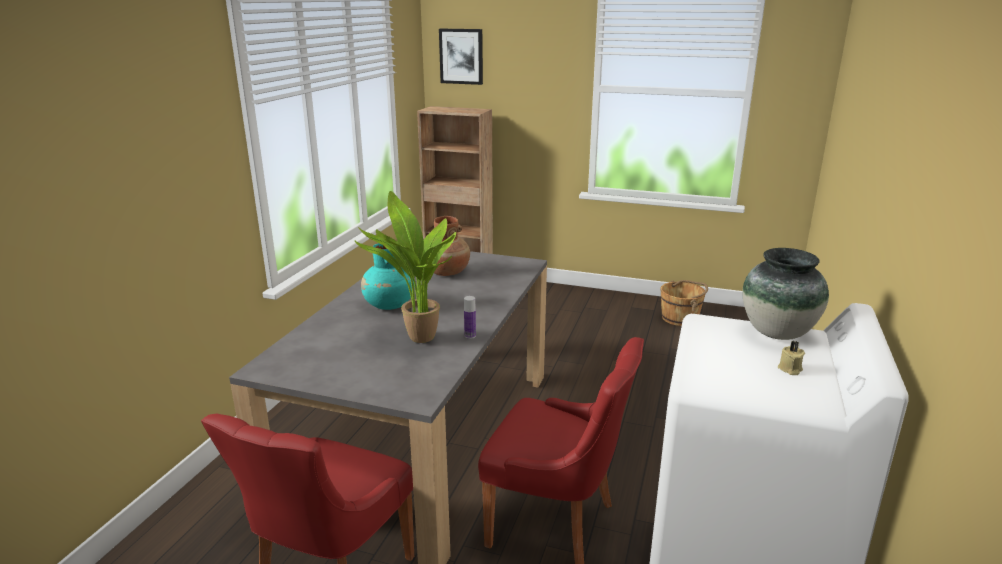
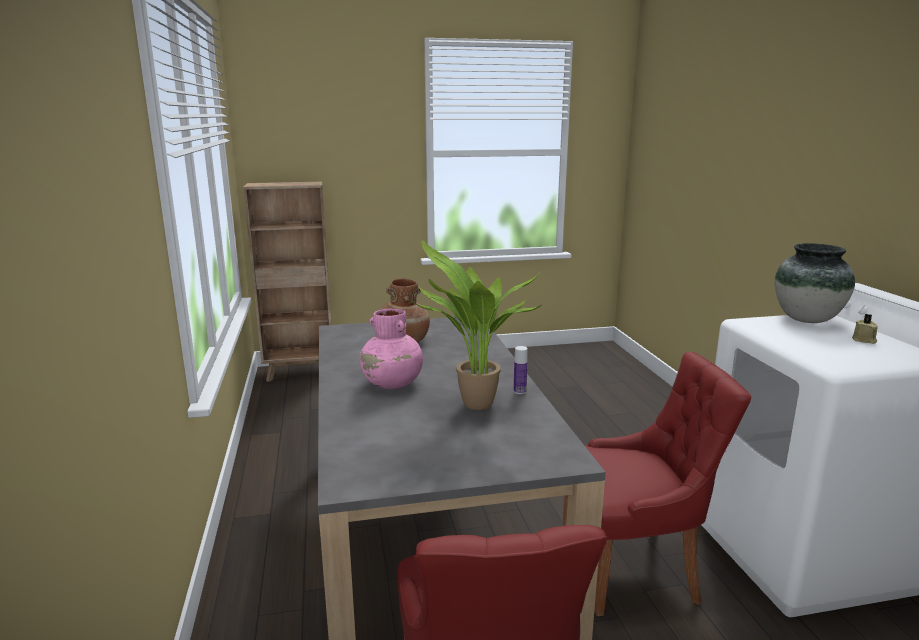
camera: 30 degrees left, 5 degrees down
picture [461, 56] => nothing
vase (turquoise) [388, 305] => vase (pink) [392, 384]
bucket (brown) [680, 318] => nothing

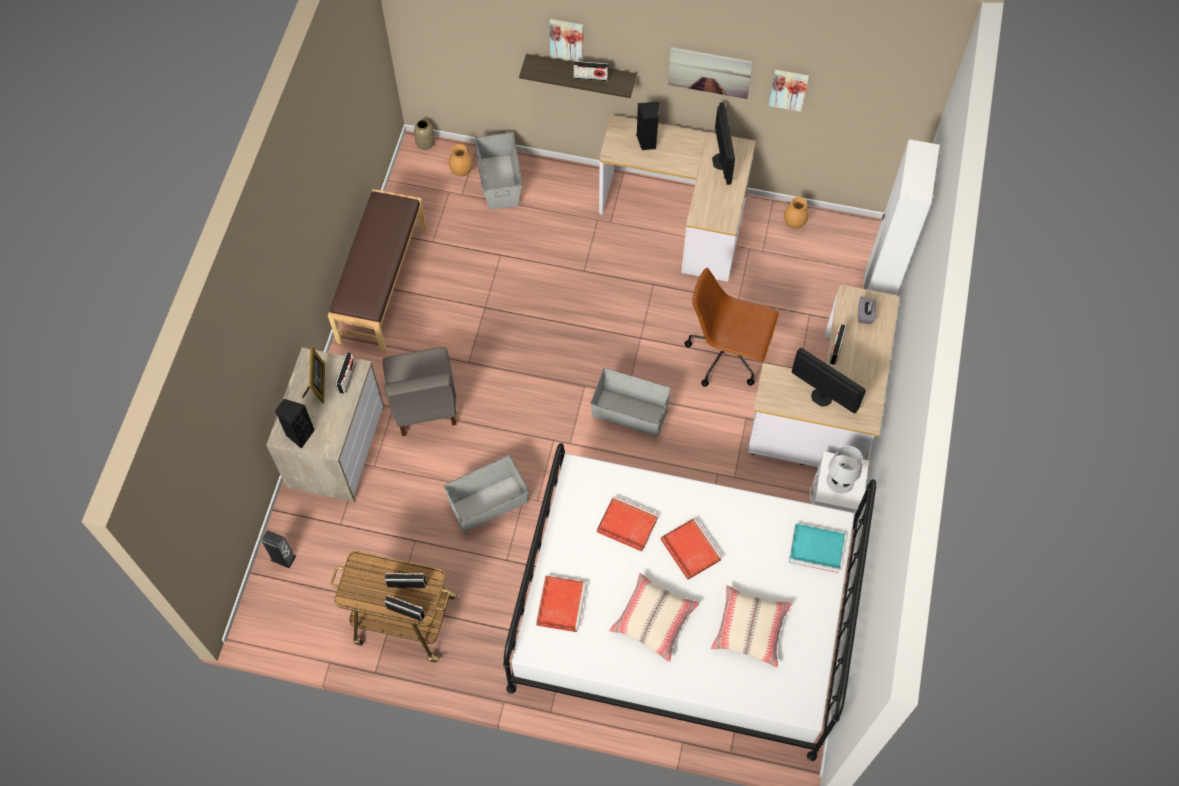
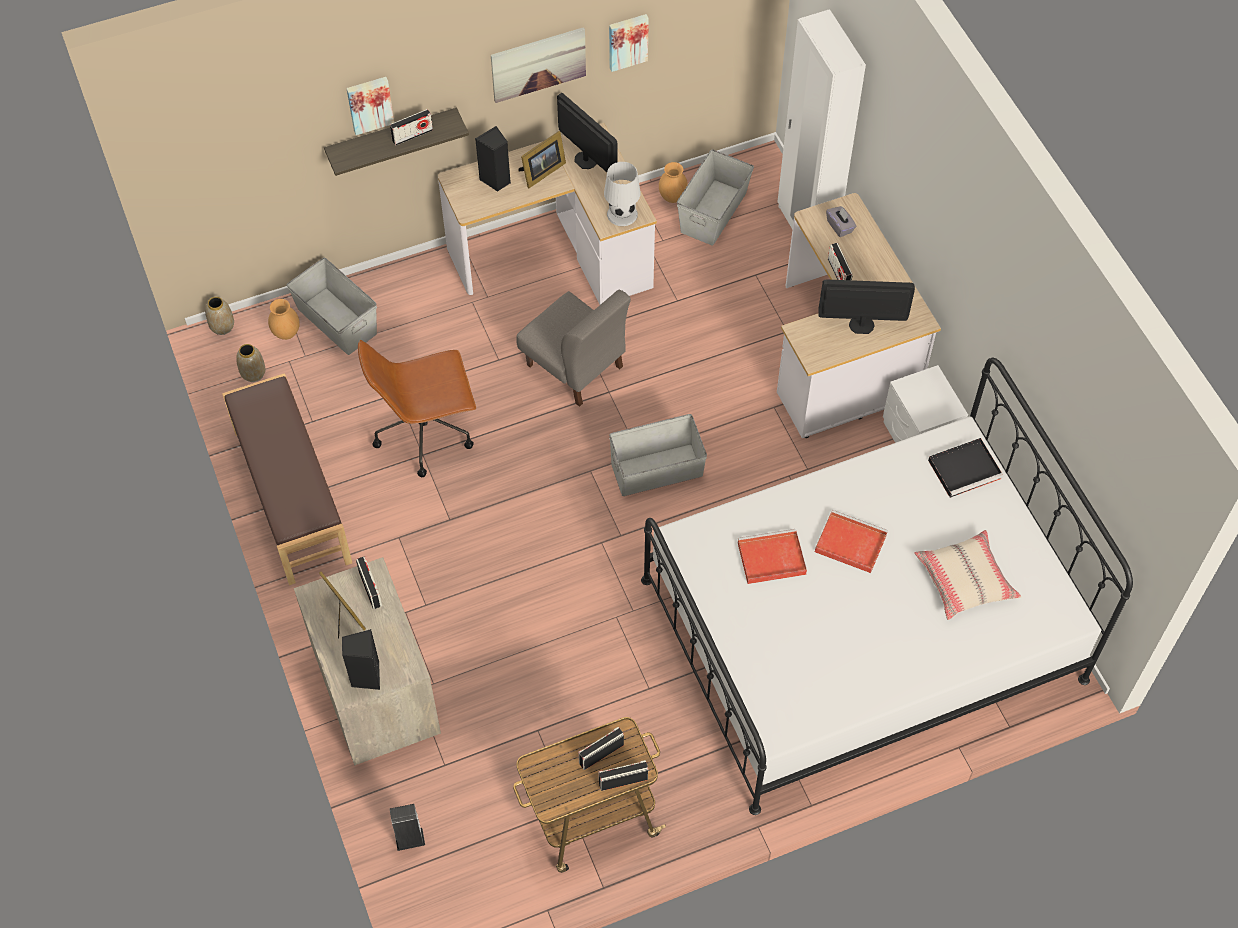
camera: 35 degrees left, 5 degrees down
office chair (brown) [727, 355] => office chair (brown) [426, 432], move
chair (grey) [424, 404] => chair (grey) [575, 366], move
table lamp (white) [840, 480] => table lamp (white) [622, 214], move
storage box (grey) [488, 503] => storage box (grey) [713, 212], move
tray (turquoise) [817, 549] => tray (black) [965, 468]
pillow (beige) [654, 620] => nothing
tray (red) [560, 603] => nothing
nothing => picture frame [541, 172]
nothing => vase [253, 373]

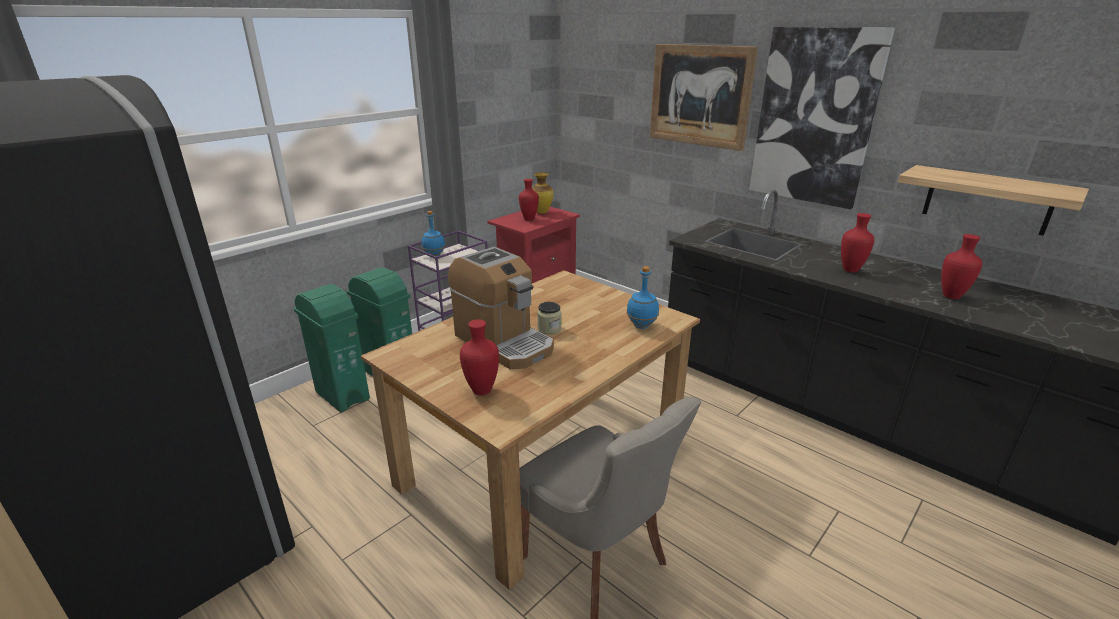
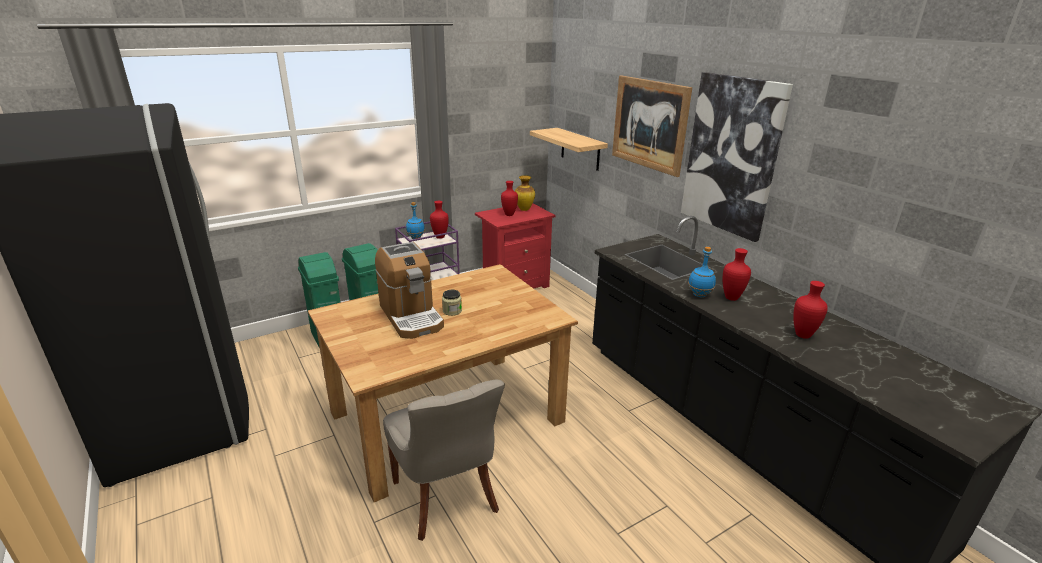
camera: 15 degrees right, 0 degrees up
shelf [987, 200] => shelf [580, 149], move
bottle (blue) [642, 326] => bottle (blue) [700, 295], move
vase (red) [481, 391] => vase (red) [439, 237], move

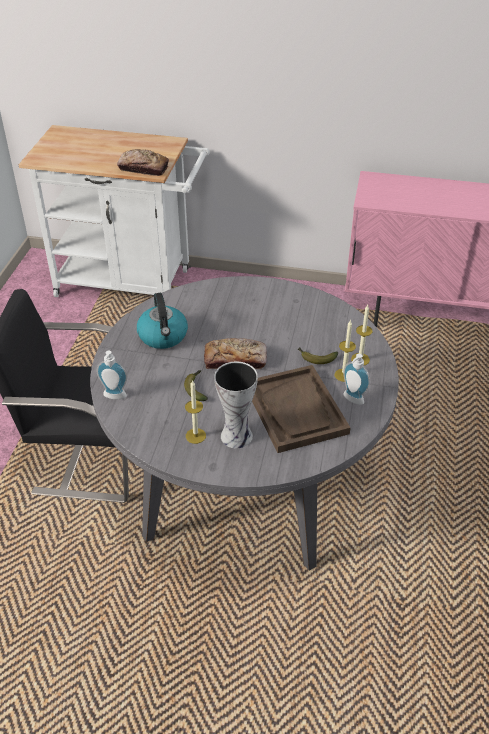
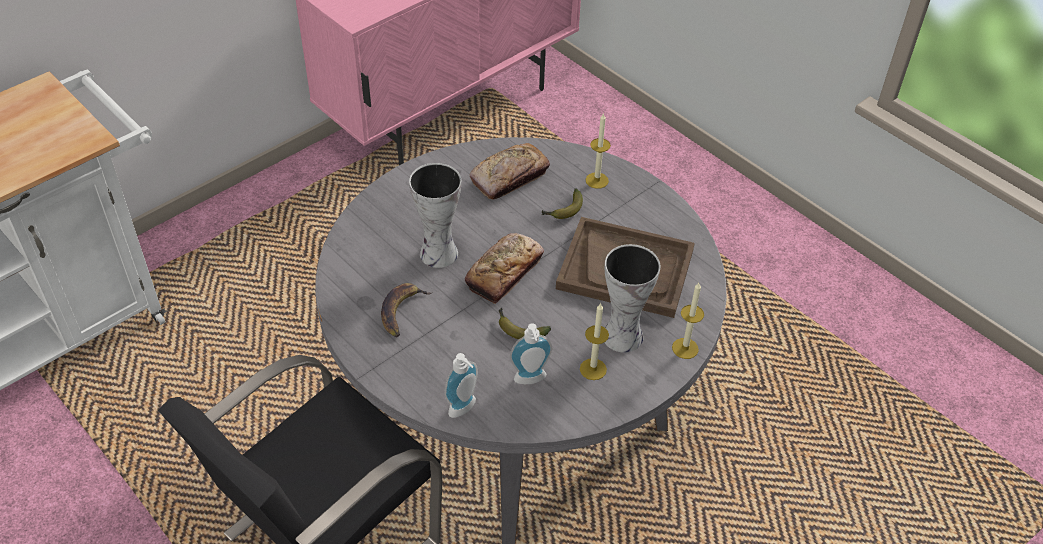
camera: 55 degrees left, 5 degrees up
bread [143, 168] => bread [509, 177], move
kettle [163, 336] => banana [401, 311]
candle [344, 375] => candle [685, 348], move
soap dispenser [352, 400] => soap dispenser [531, 380], move
nothing => vase [436, 253]

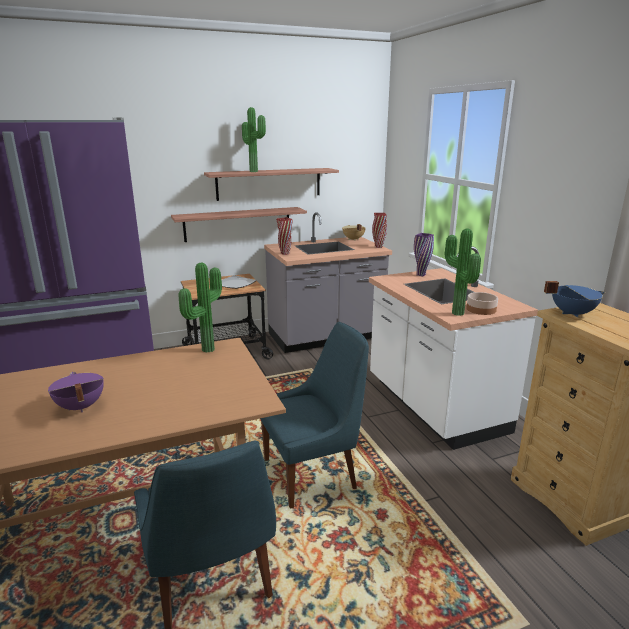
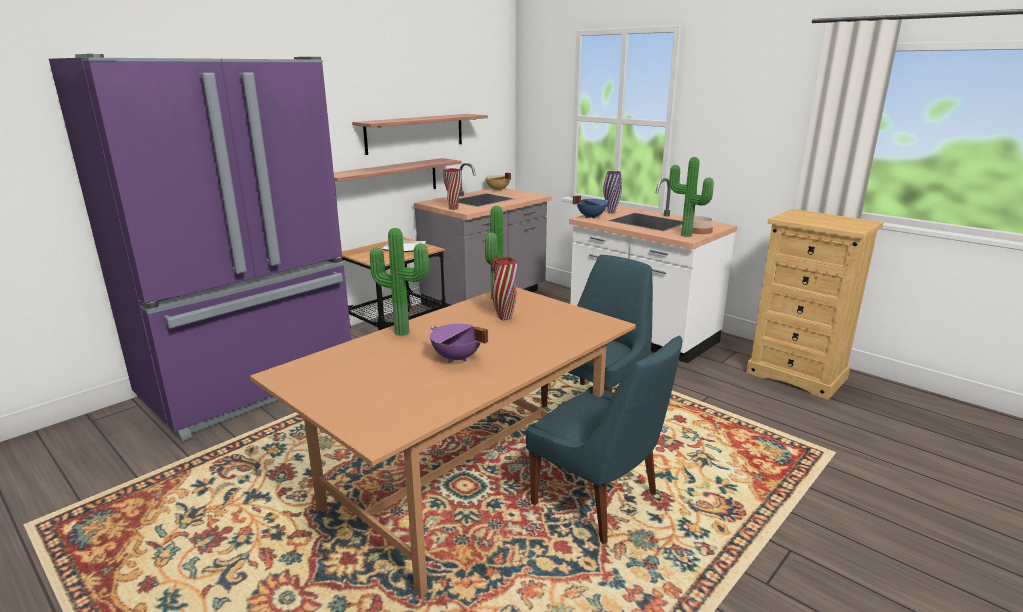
camera: 25 degrees left, 0 degrees up
potted plant [255, 171] => potted plant [403, 331], move
vase (red) [378, 247] => vase (red) [504, 318], move
cooking pot (blue) [571, 313] => cooking pot (blue) [590, 217], move

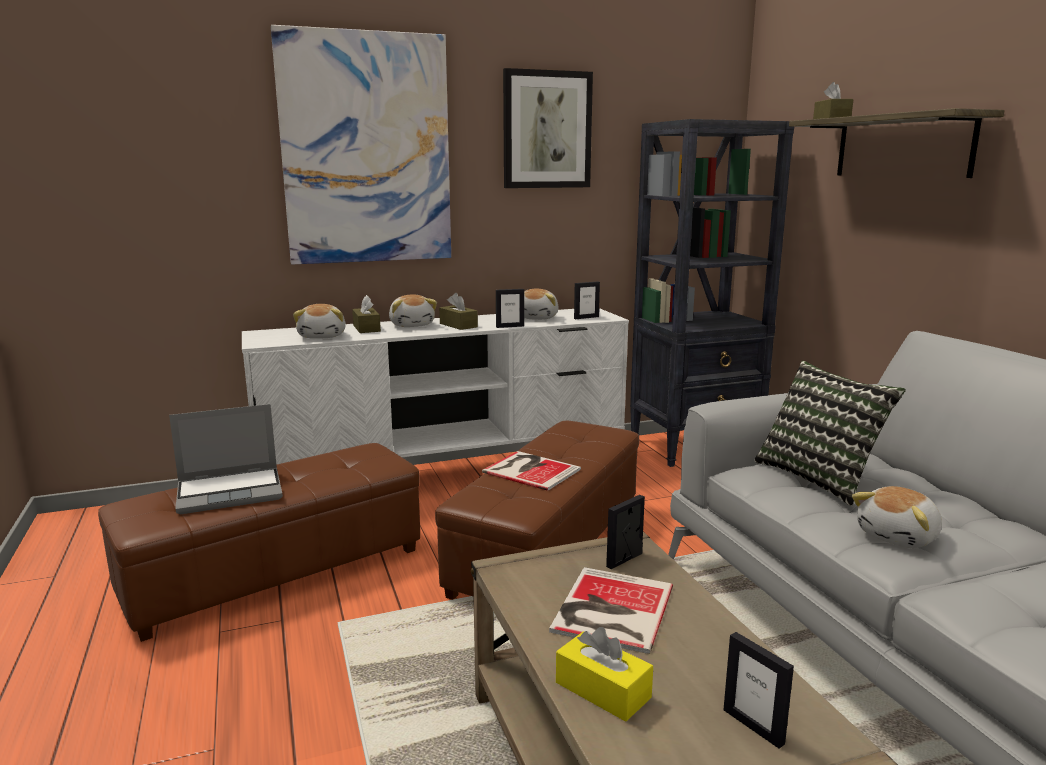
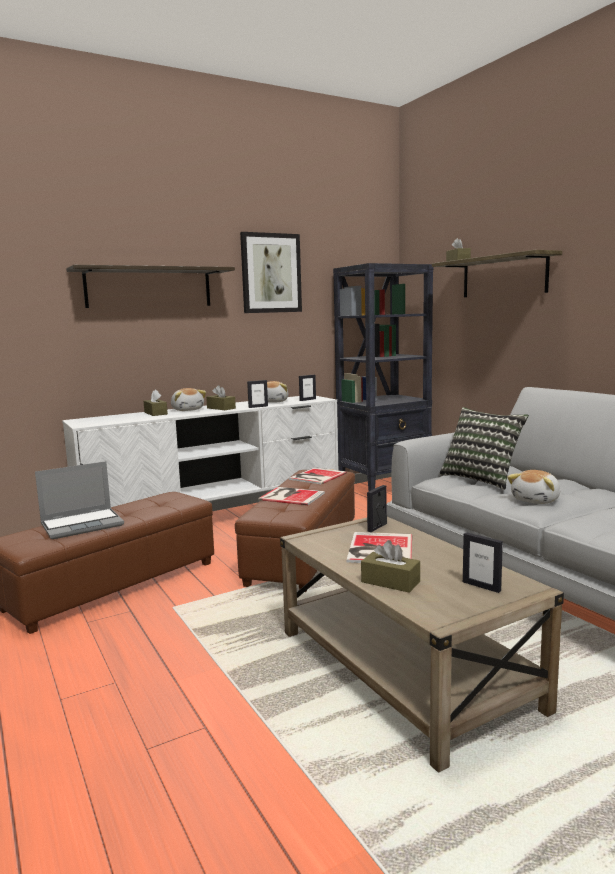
camera: 10 degrees left, 5 degrees down
picture [366, 150] => shelf [149, 288]
plush toy [323, 336] => nothing
tissue box (yellow) [602, 690] => tissue box (brown) [390, 582]
nothing => book [316, 476]

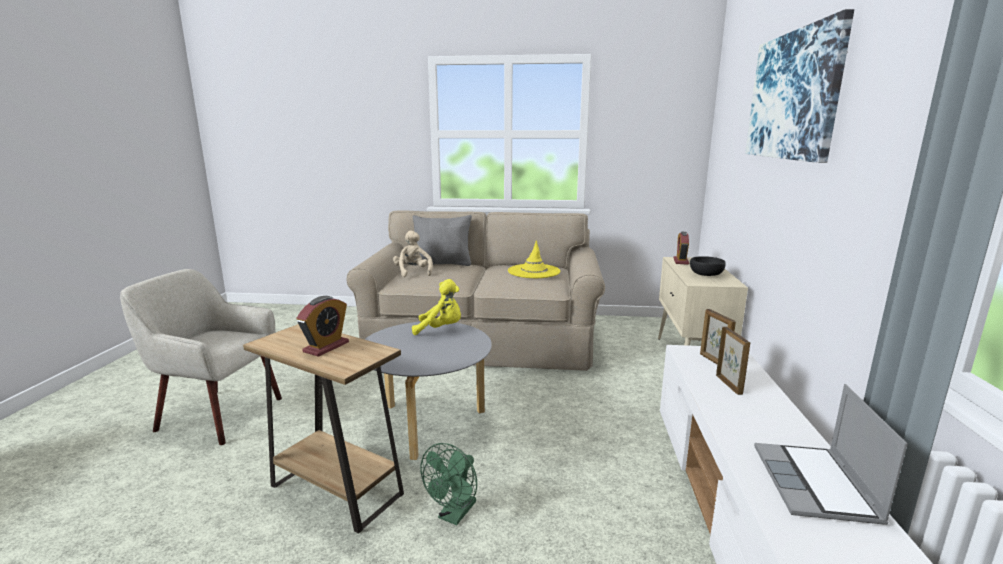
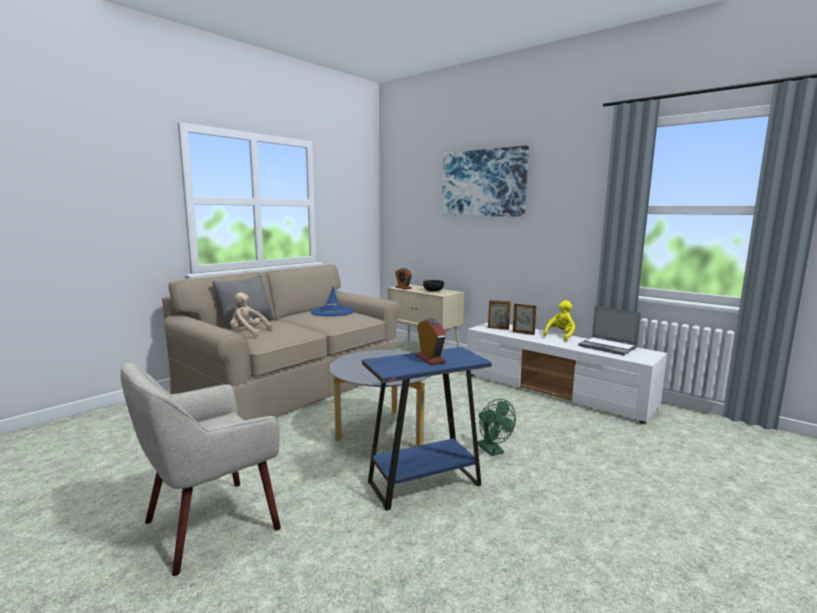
camera: 55 degrees left, 5 degrees down
hat (yellow) [533, 271] => hat (blue) [332, 312]
plush toy (yellow) [441, 329] => plush toy (yellow) [560, 336], move
side table (brown) [336, 490] => side table (blue) [424, 483]

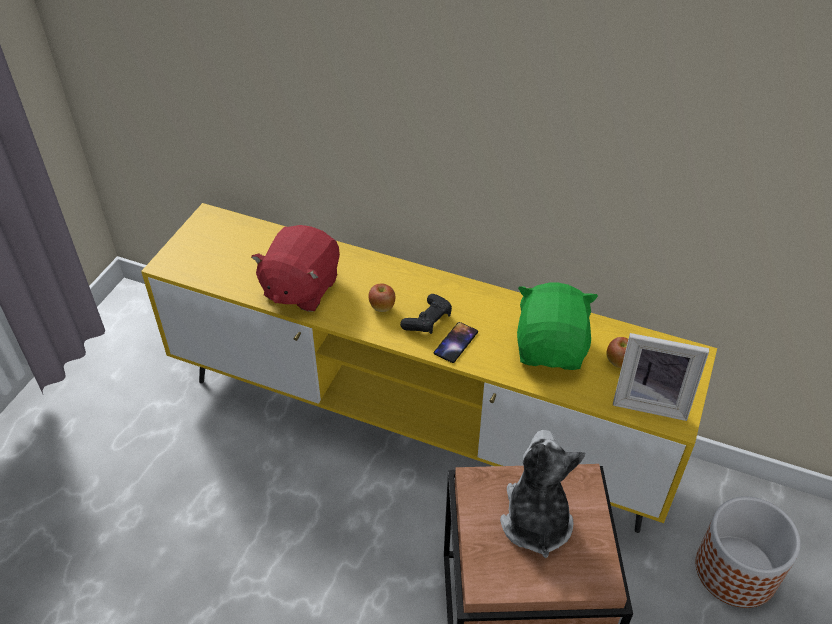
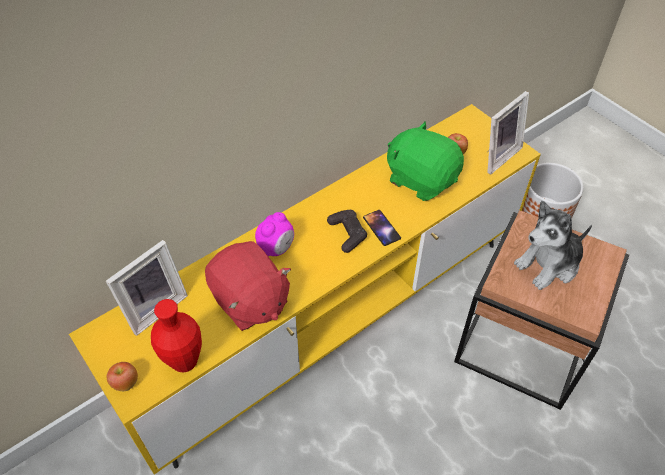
camera: 60 degrees left, 5 degrees up
apple [382, 307] => apple [125, 383], move
plush toy [535, 520] => plush toy [549, 264], 60 degrees counterclockwise
nothing => alarm clock [276, 248]
nothing => picture frame [153, 307]
nothing => vase (red) [185, 362]

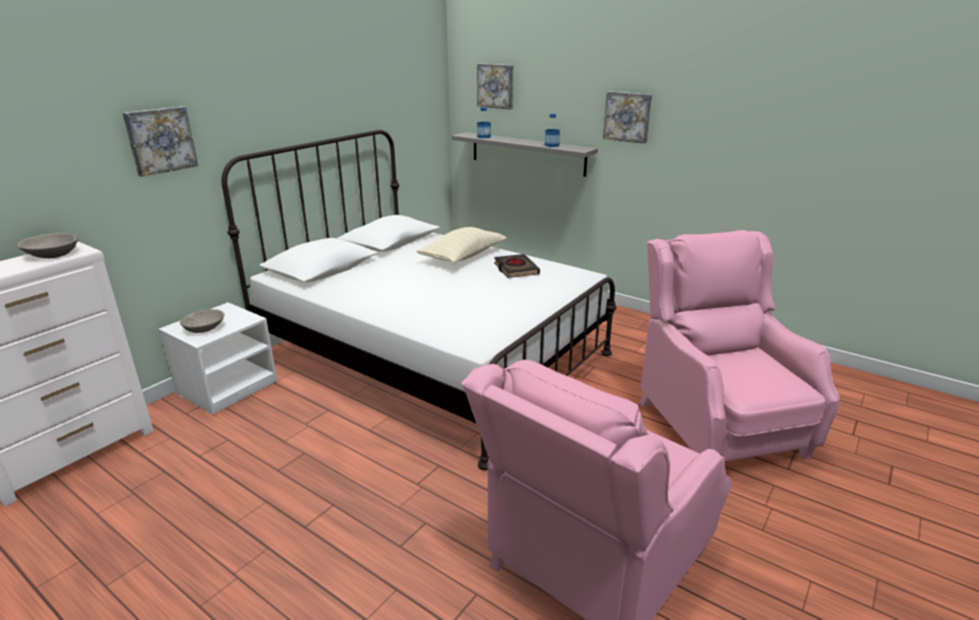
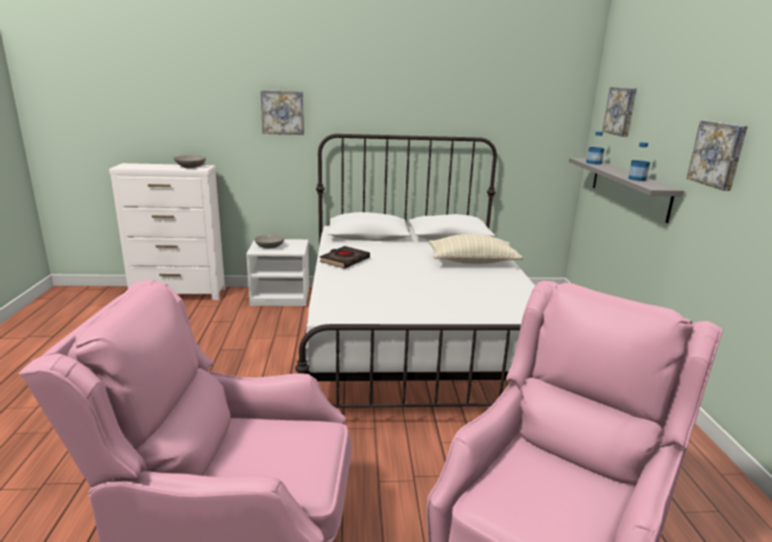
camera: 50 degrees right, 5 degrees down
book (black) [516, 269] => book (black) [344, 260], move

